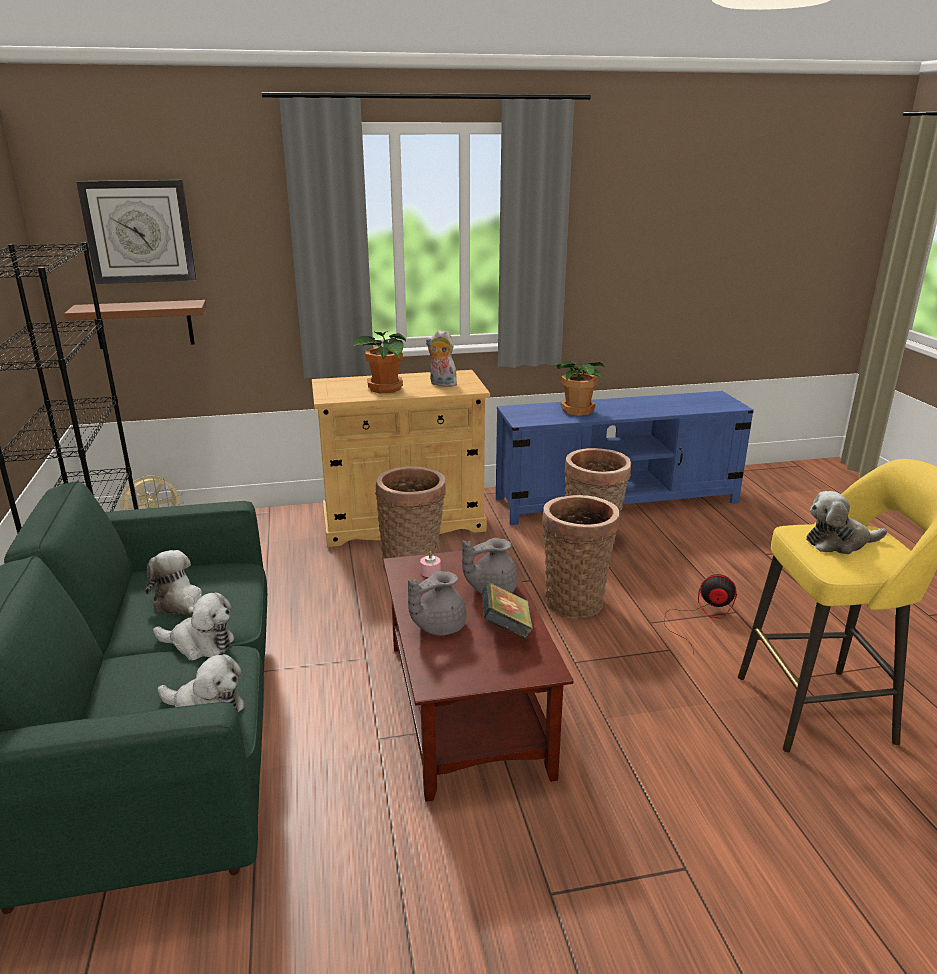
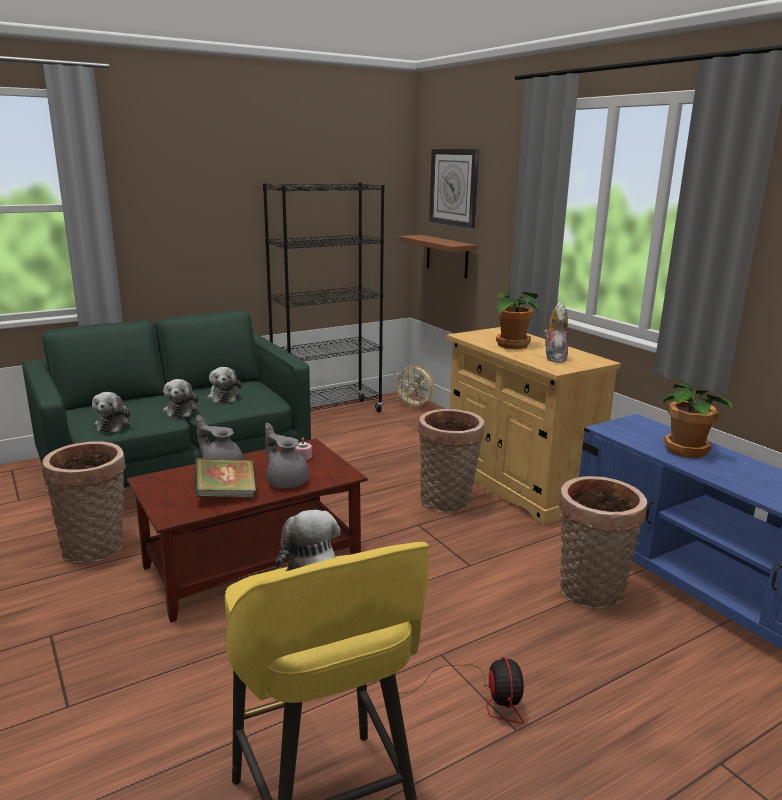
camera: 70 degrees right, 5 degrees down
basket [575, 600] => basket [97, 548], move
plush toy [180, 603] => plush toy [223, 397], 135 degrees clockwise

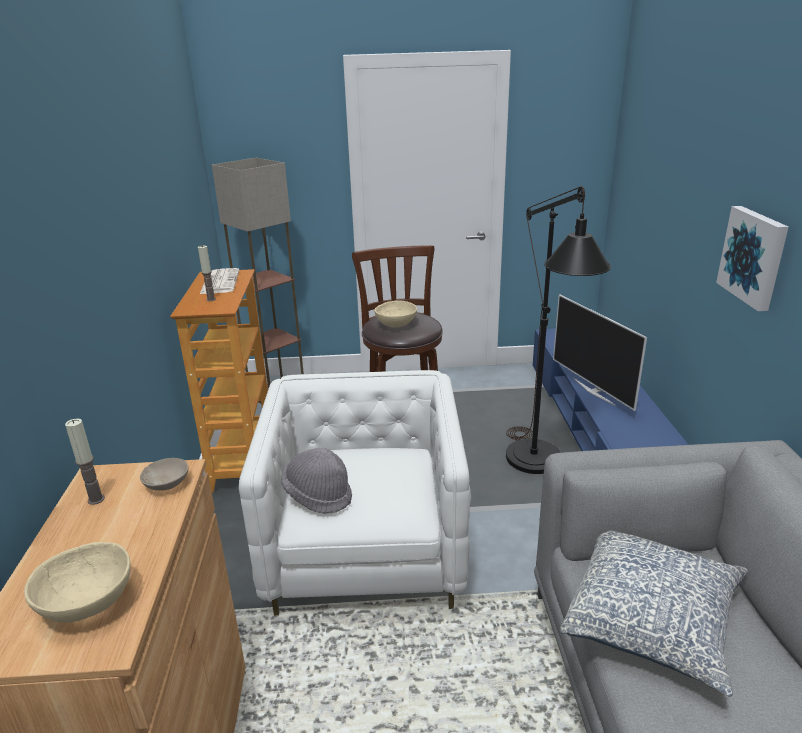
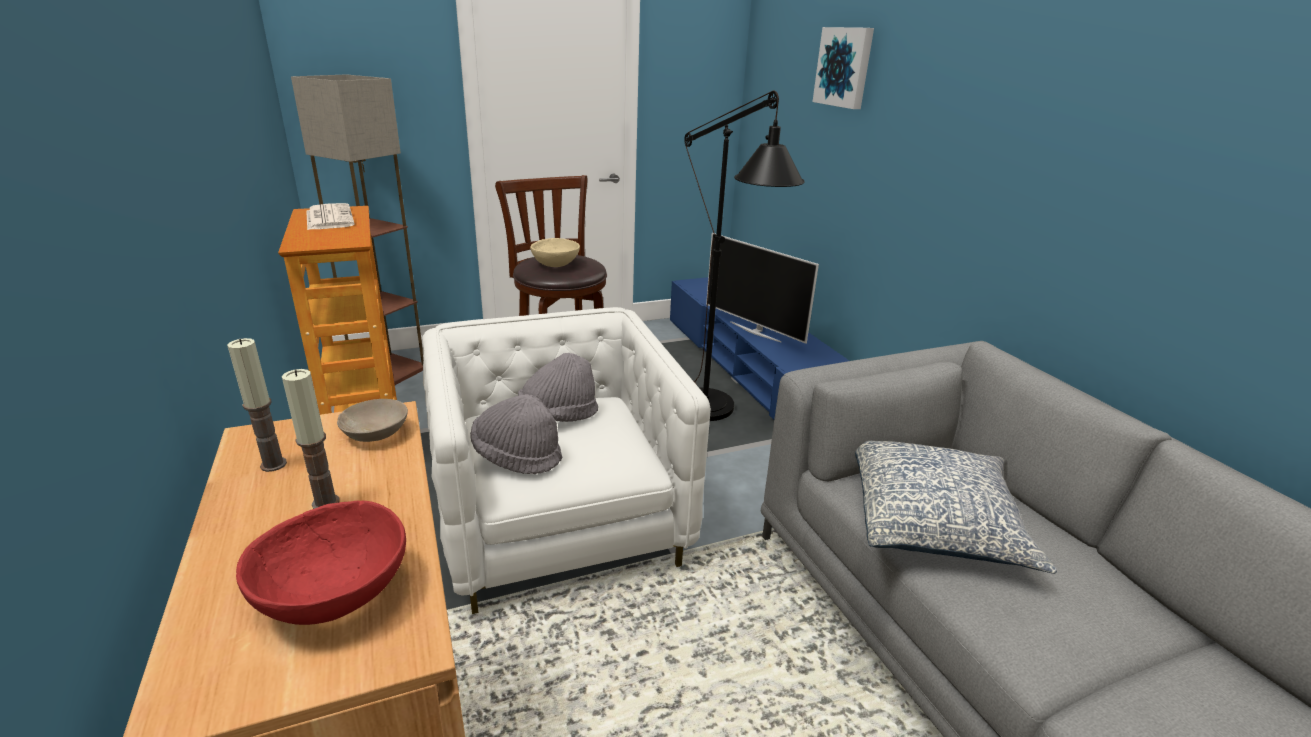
camera: 20 degrees left, 0 degrees up
picture [754, 256] => picture [844, 67], move
candle [211, 299] => candle [325, 503], move
bowl (beige) [86, 604] => bowl (red) [333, 597]
nothing => hat (grey) [559, 414]

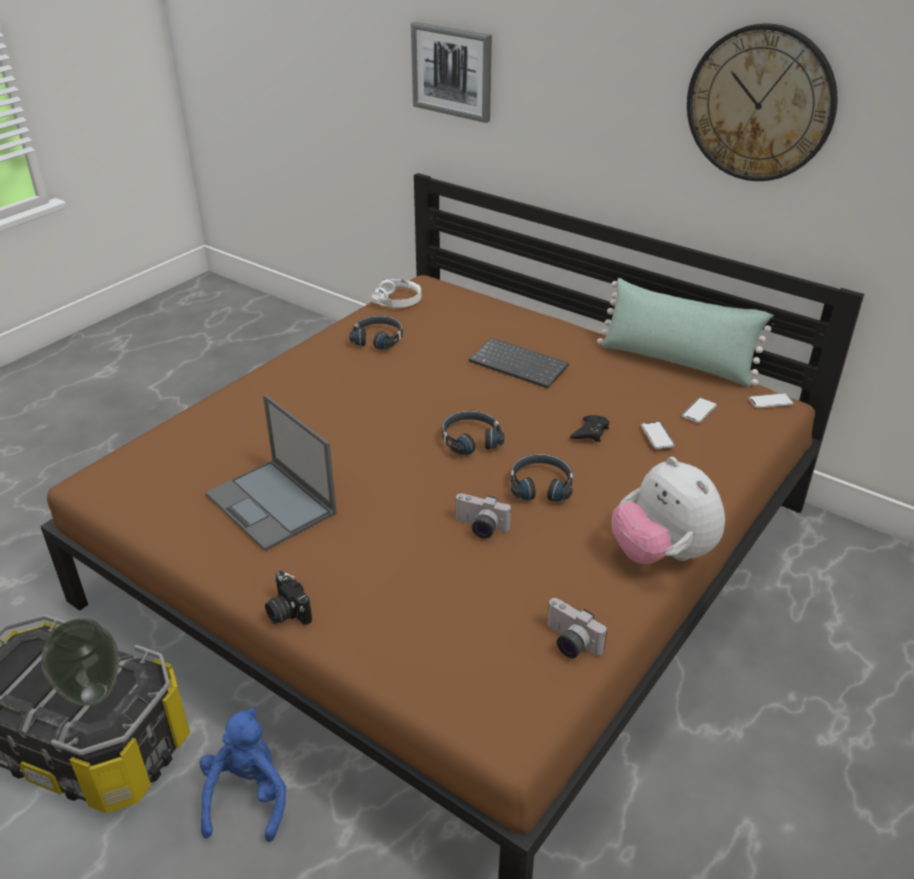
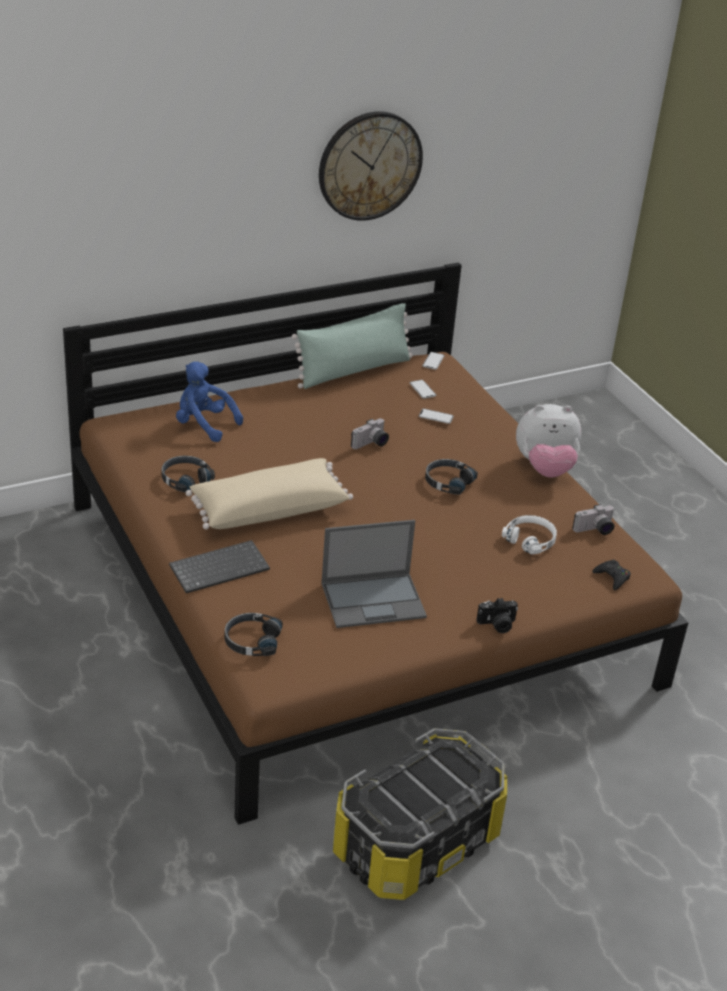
camera: 65 degrees left, 0 degrees up
picture [452, 71] => nothing
headphones (white) [398, 300] => headphones (white) [530, 540], move
keyboard [520, 364] => keyboard [220, 567], move
headphones (black) [470, 439] => headphones (black) [251, 641], move
game controller (black) [590, 432] => game controller (black) [612, 577], move
photo camera [480, 528] => photo camera [371, 444], move
vase [94, 693] => nothing
plush toy (blue) [247, 797] => plush toy (blue) [204, 425], move
nothing => pillow (beige) [268, 509]

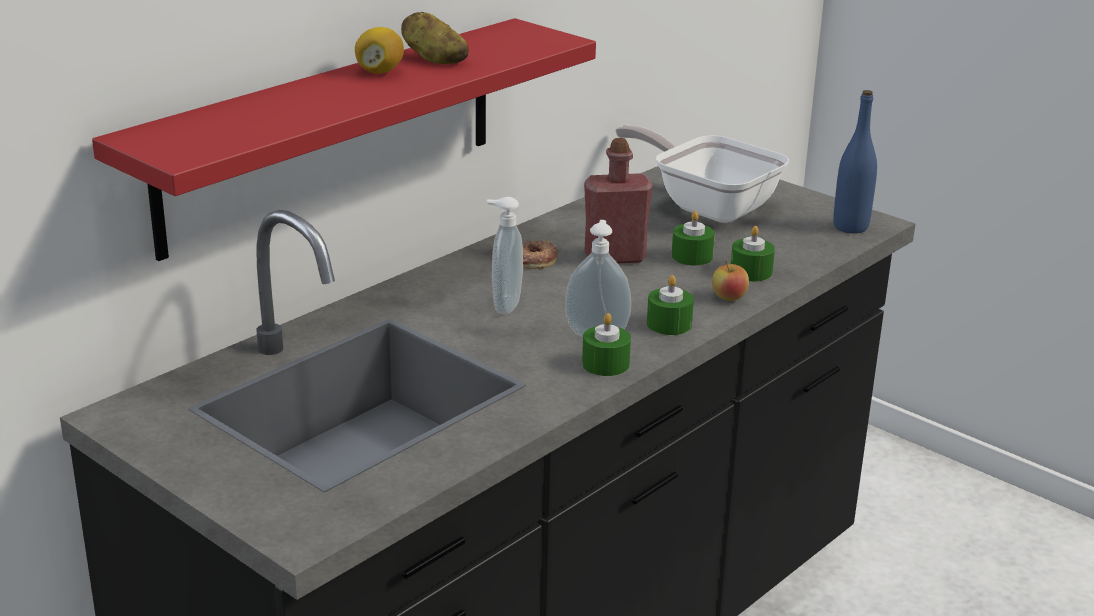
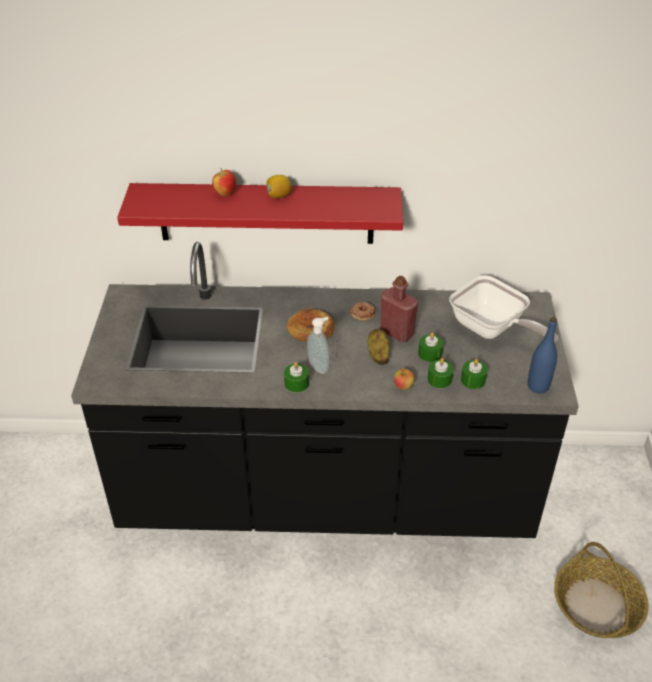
camera: 50 degrees right, 15 degrees up
potato [434, 59] => potato [378, 354], move
frying pan [707, 205] => frying pan [491, 329], 135 degrees clockwise
soap dispenser [504, 305] => bread [311, 329]
candle (green) [669, 324] => candle (green) [473, 380], move
nothing => apple [225, 194]
nothing => basket [597, 606]

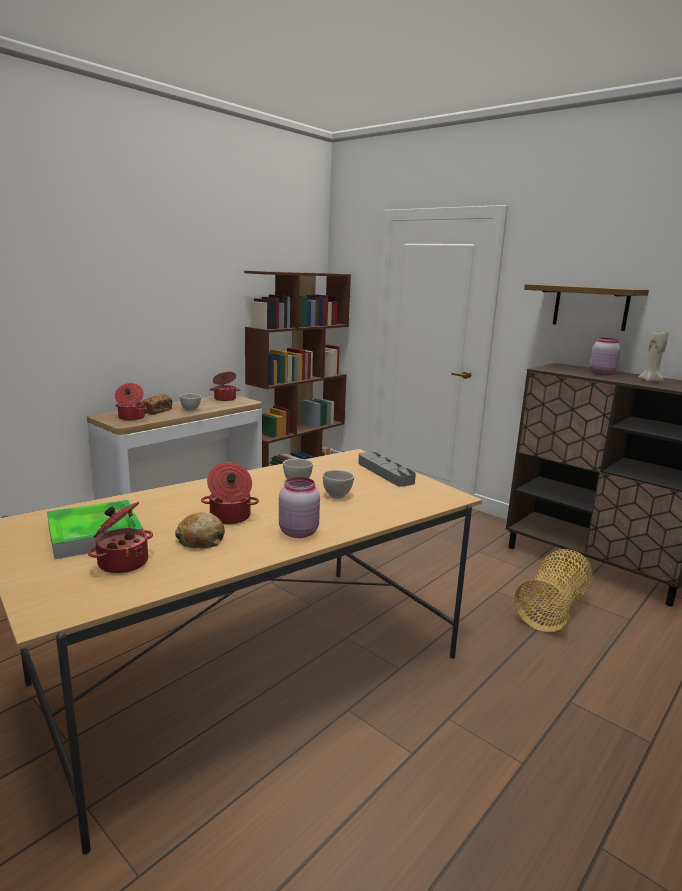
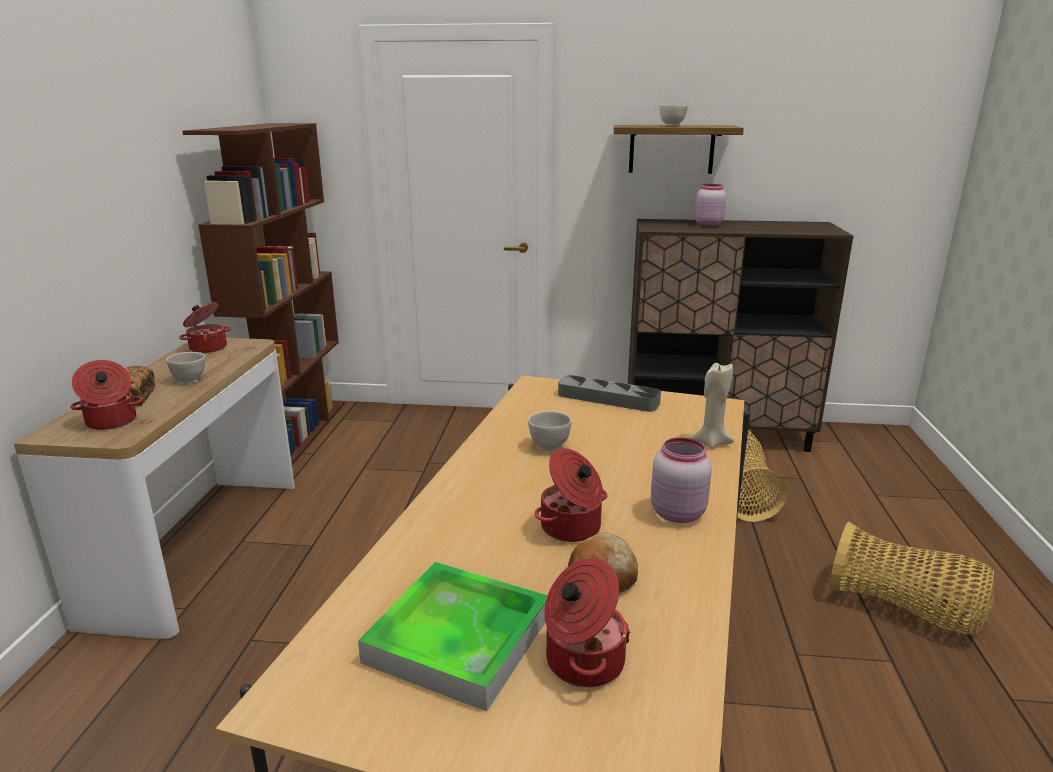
camera: 35 degrees left, 5 degrees up
candle (beige) [650, 381] => candle (beige) [711, 442], move
bowl (white) [337, 496] => bowl (white) [672, 126], move
nothing => basket [904, 608]

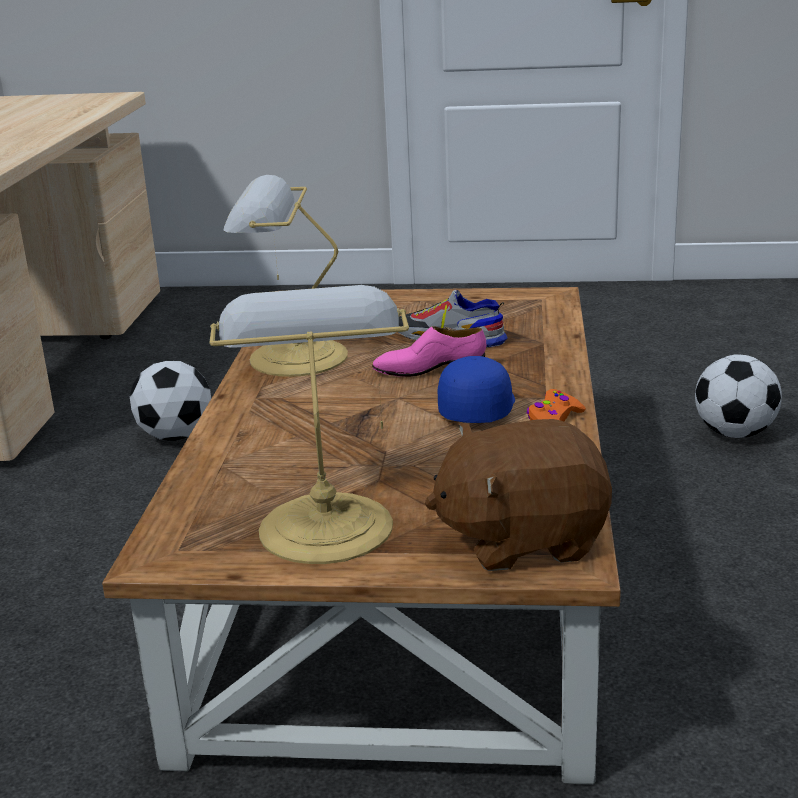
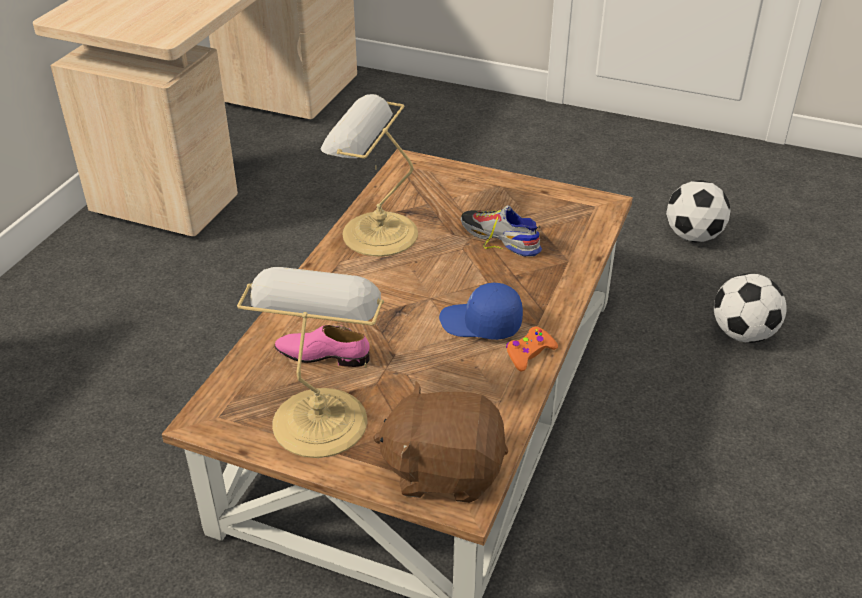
camera: 15 degrees right, 15 degrees up
shoe (pink) [429, 370] => shoe (pink) [322, 355], move
cap (blue) [476, 408] => cap (blue) [480, 324], 105 degrees counterclockwise
football [176, 436] => football [693, 236], move

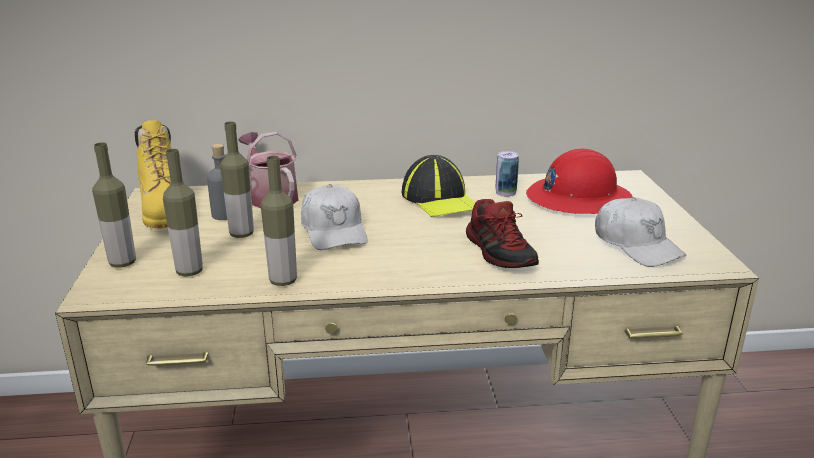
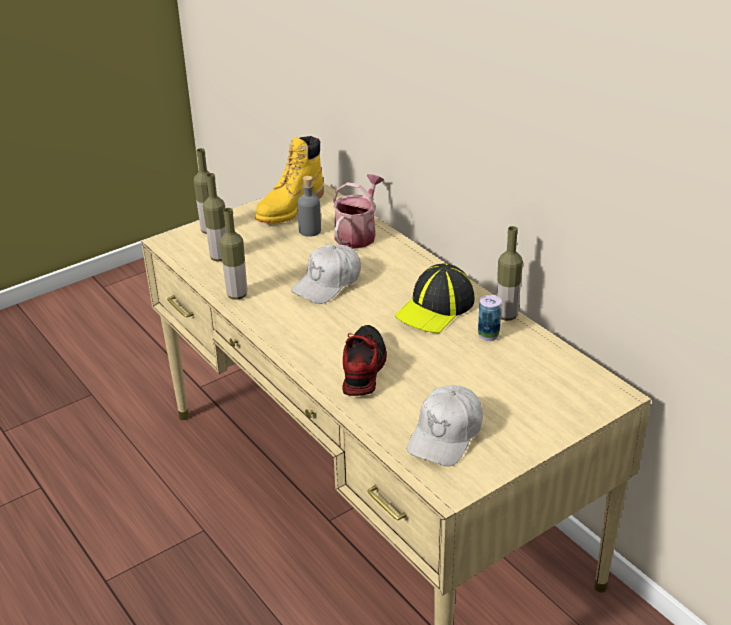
camera: 60 degrees right, 10 degrees up
bottle [241, 234] => bottle [506, 316], move
hard hat (red) [578, 198] => nothing
shoe [501, 253] => shoe [362, 368], 150 degrees clockwise

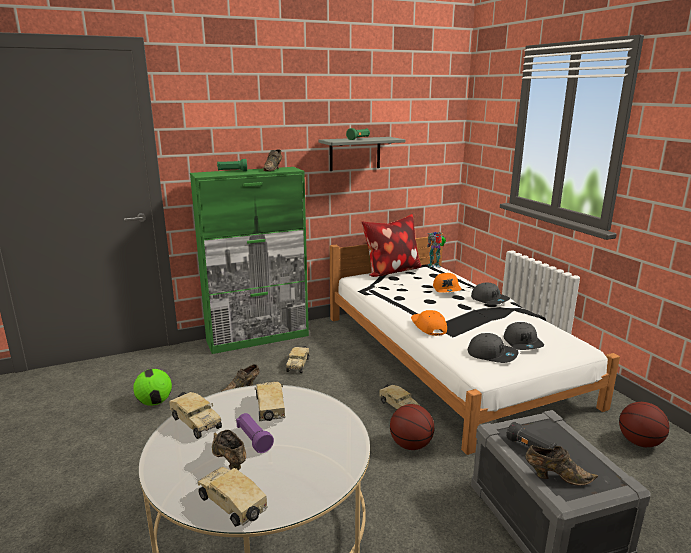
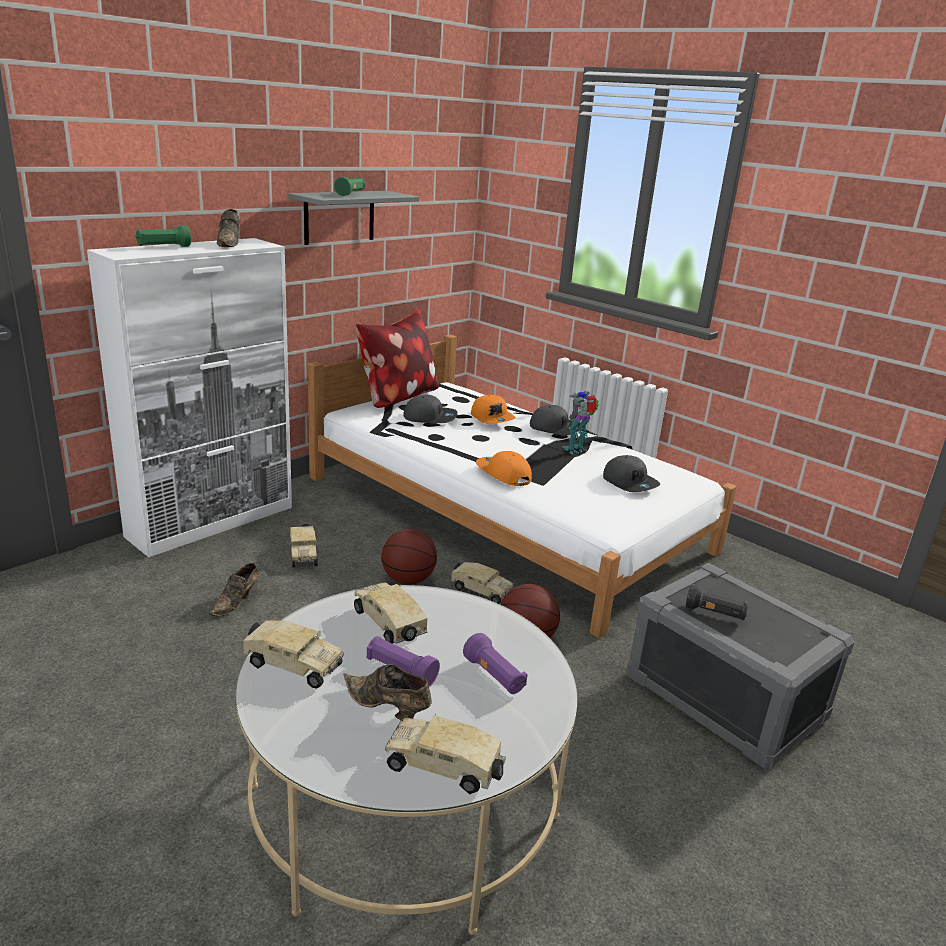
camera: 25 degrees left, 5 degrees up
cabinet (green) [258, 338] => cabinet (white) [212, 521]
toy robot [434, 266] => toy robot [577, 450], move
cap (grey) [492, 354] => cap (grey) [430, 417], move
football [155, 402] => nothing
basketball [639, 442] => basketball [408, 580], move
shoe (brown) [556, 477] => nothing
nothing => flashlight (purple) [494, 677]

